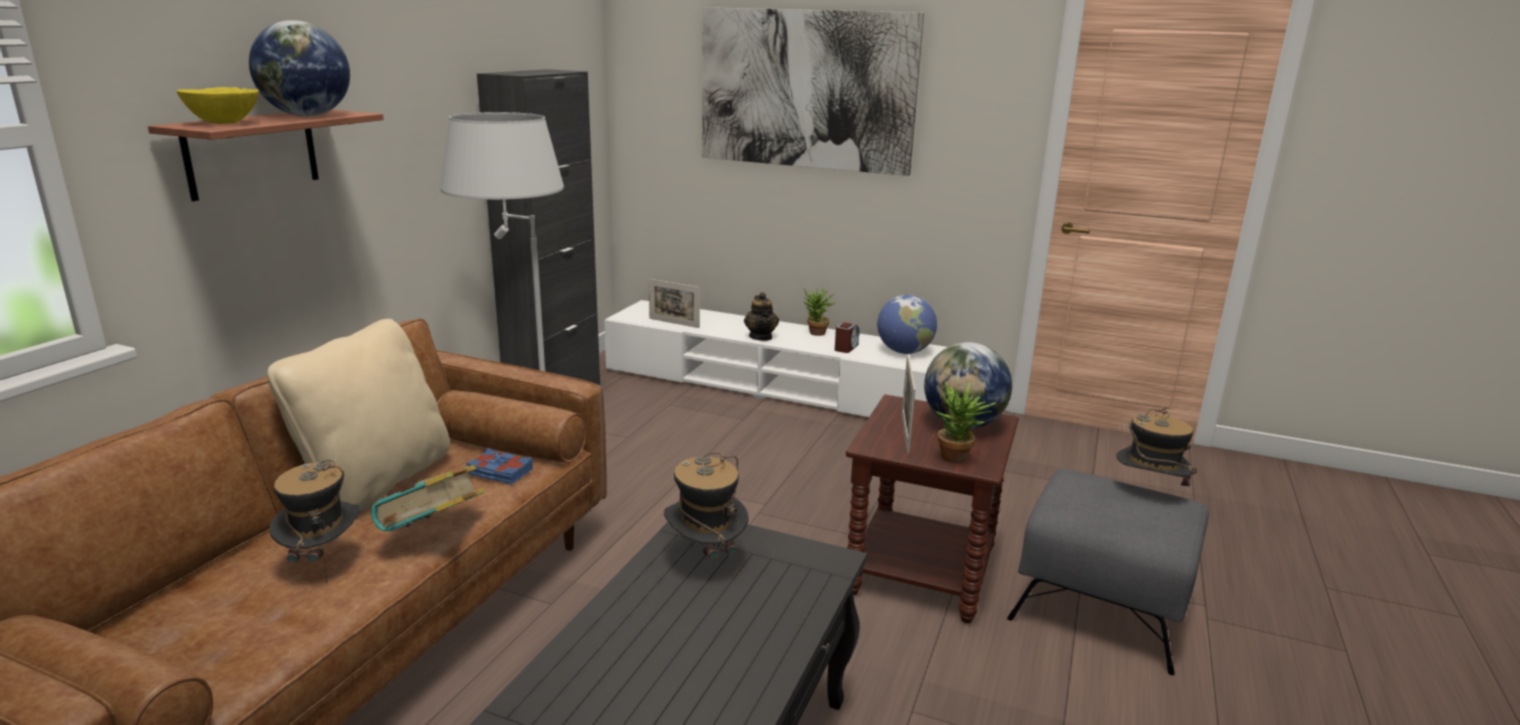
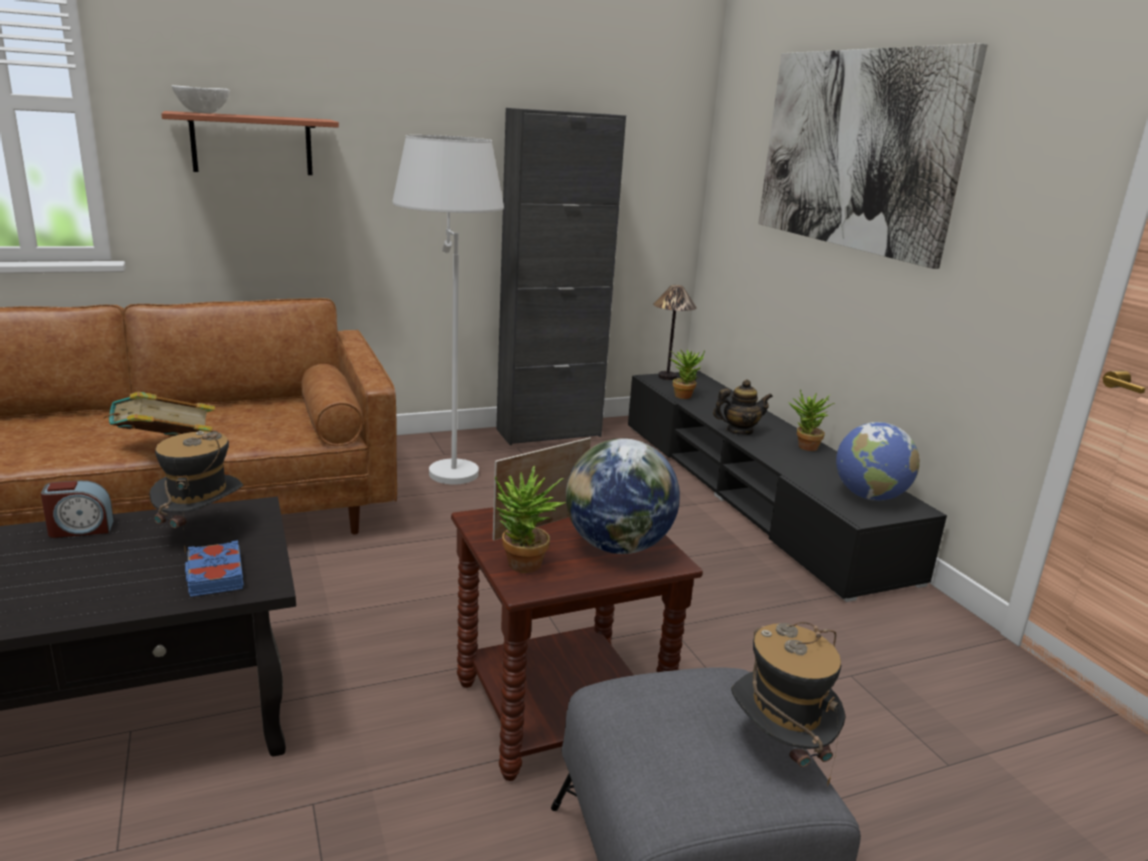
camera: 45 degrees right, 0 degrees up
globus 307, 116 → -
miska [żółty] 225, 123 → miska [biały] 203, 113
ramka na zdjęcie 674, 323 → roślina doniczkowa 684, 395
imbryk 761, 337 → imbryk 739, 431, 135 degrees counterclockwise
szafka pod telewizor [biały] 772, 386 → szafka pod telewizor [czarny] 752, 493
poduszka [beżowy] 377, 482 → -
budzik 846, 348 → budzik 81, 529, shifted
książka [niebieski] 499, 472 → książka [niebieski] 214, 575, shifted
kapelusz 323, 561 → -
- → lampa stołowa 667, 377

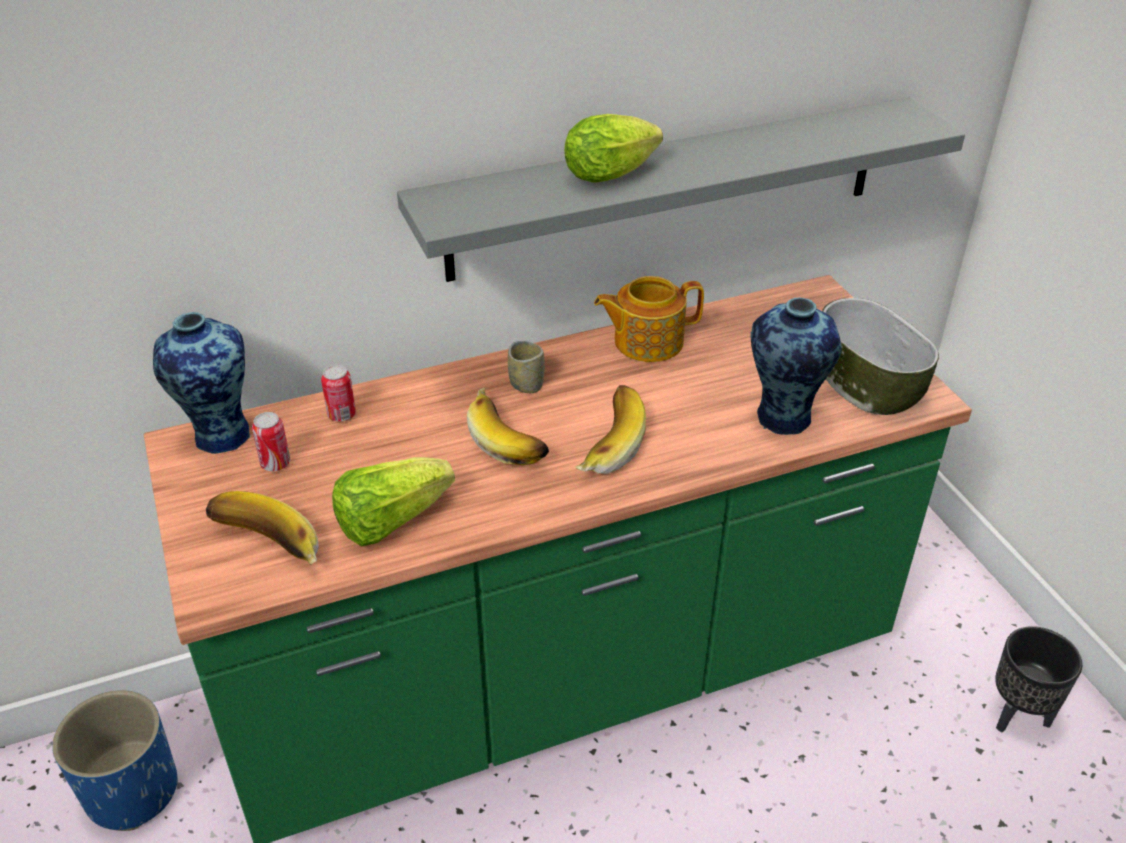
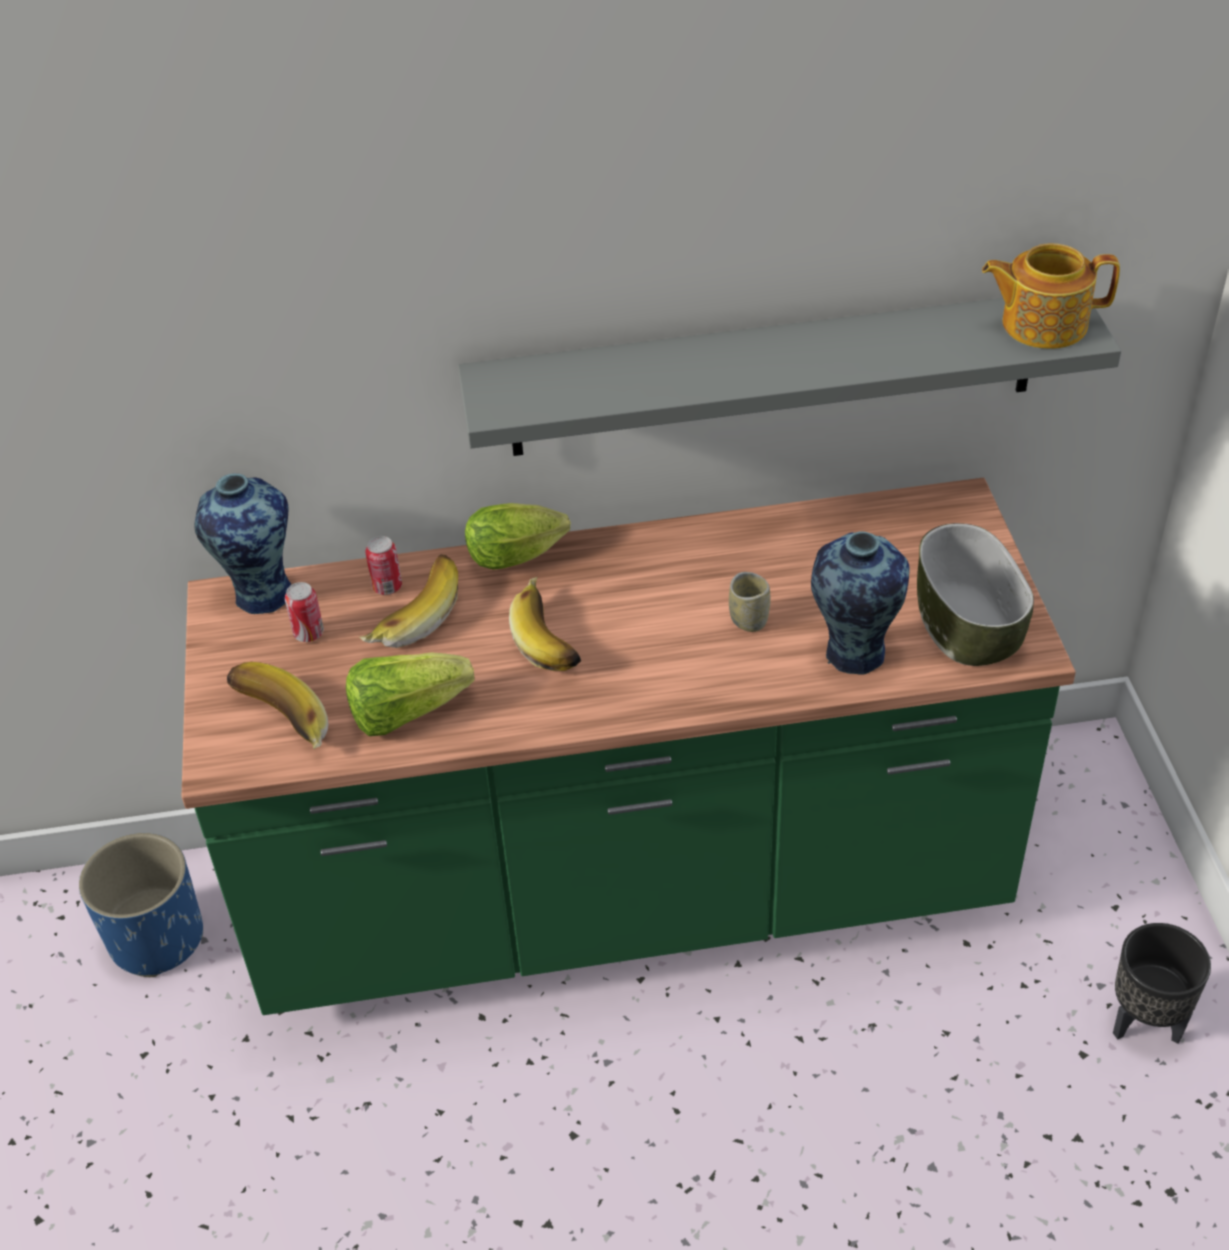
camera: 15 degrees right, 5 degrees up
sałata 614, 174 → sałata 520, 555, shifted
imbryk 646, 341 → imbryk 1042, 323, shifted
filiżanka 526, 385 → filiżanka 749, 620, shifted
banan 605, 444 → banan 412, 615, shifted

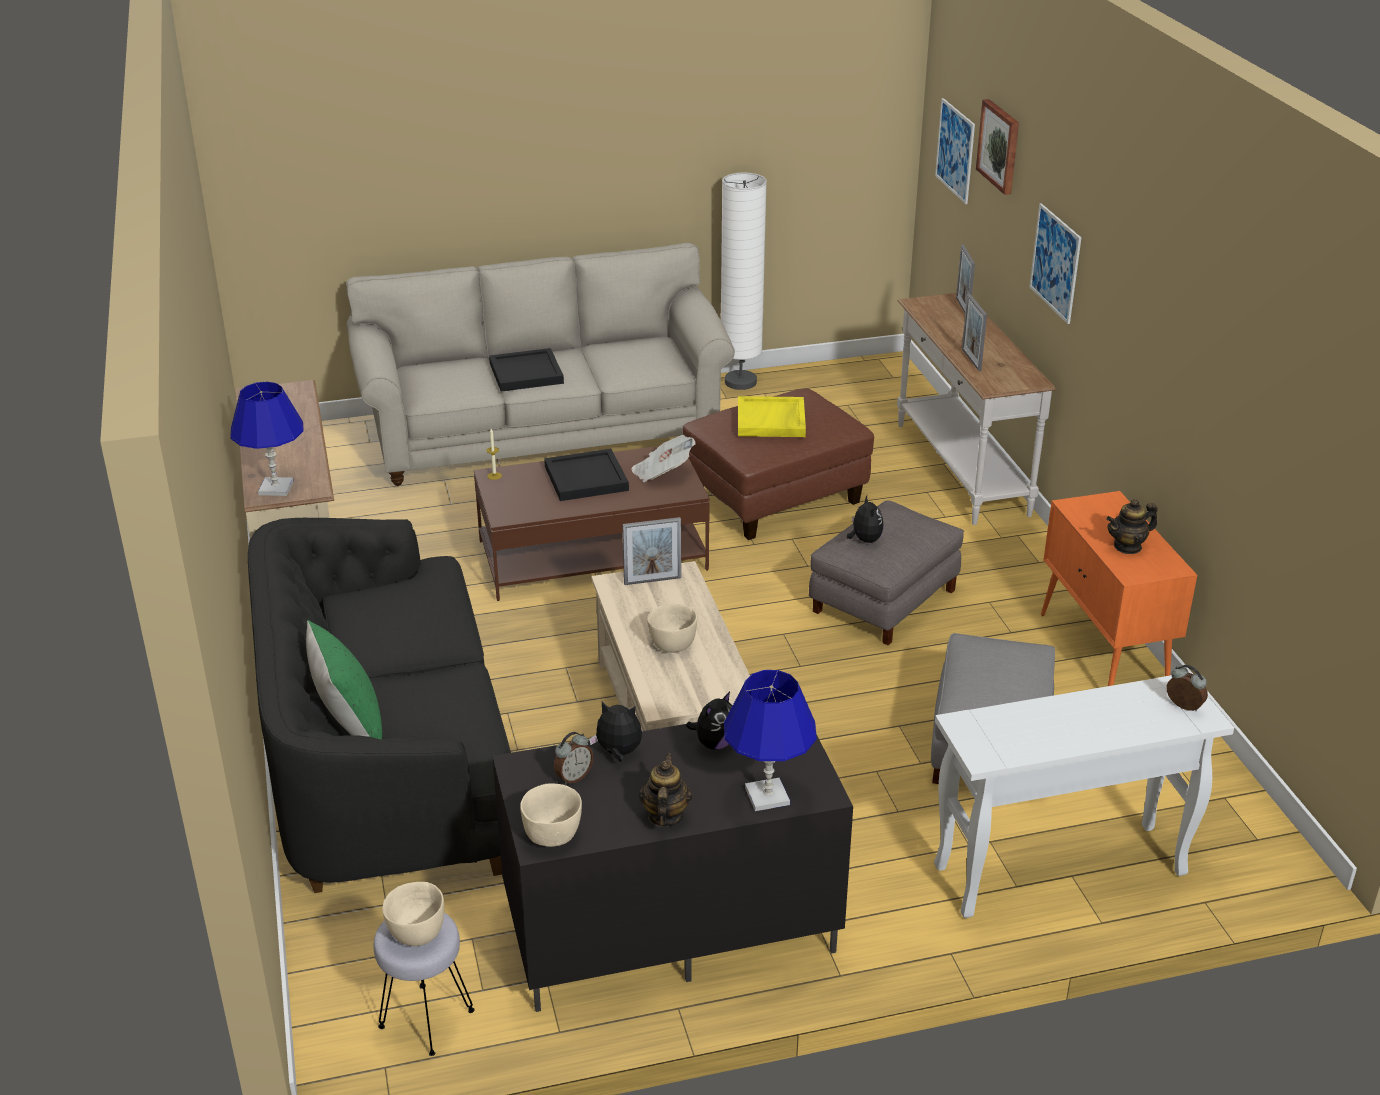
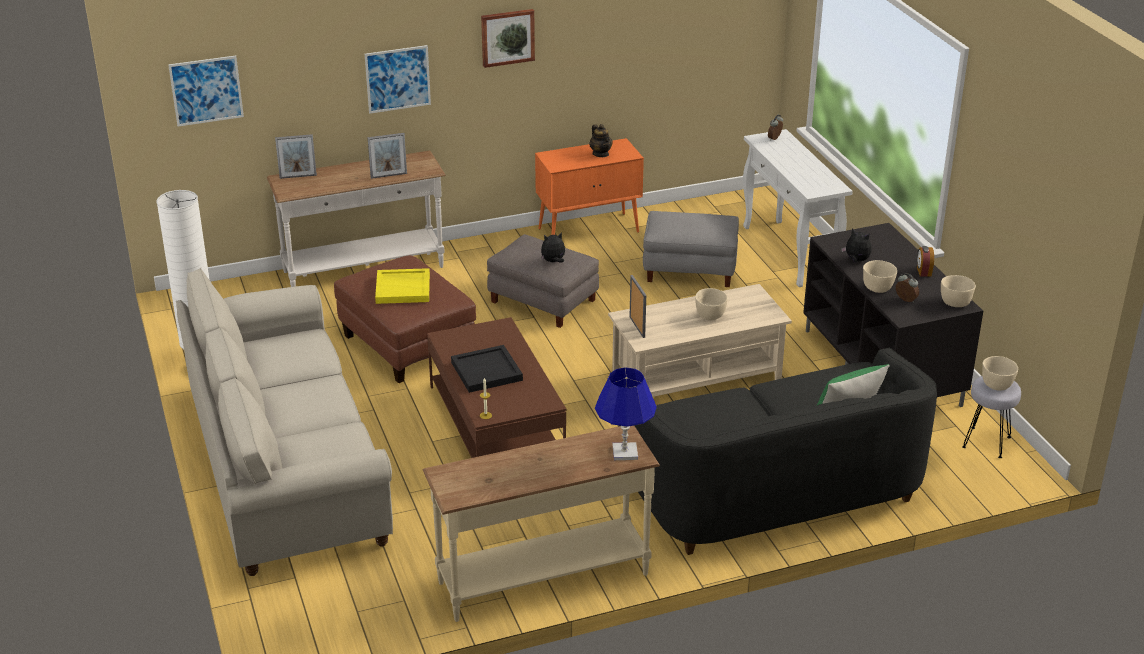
camera: 95 degrees left, 0 degrees up
obraz 1000, 146 → obraz 507, 37, shifted
taca [czarny] 526, 373 → -
gazeta 662, 473 → -
lampa stołowa [niebieski] 767, 796 → -
pluszak 618, 753 → miska [beżowy] 878, 288
imbryk 665, 816 → budzik 923, 272

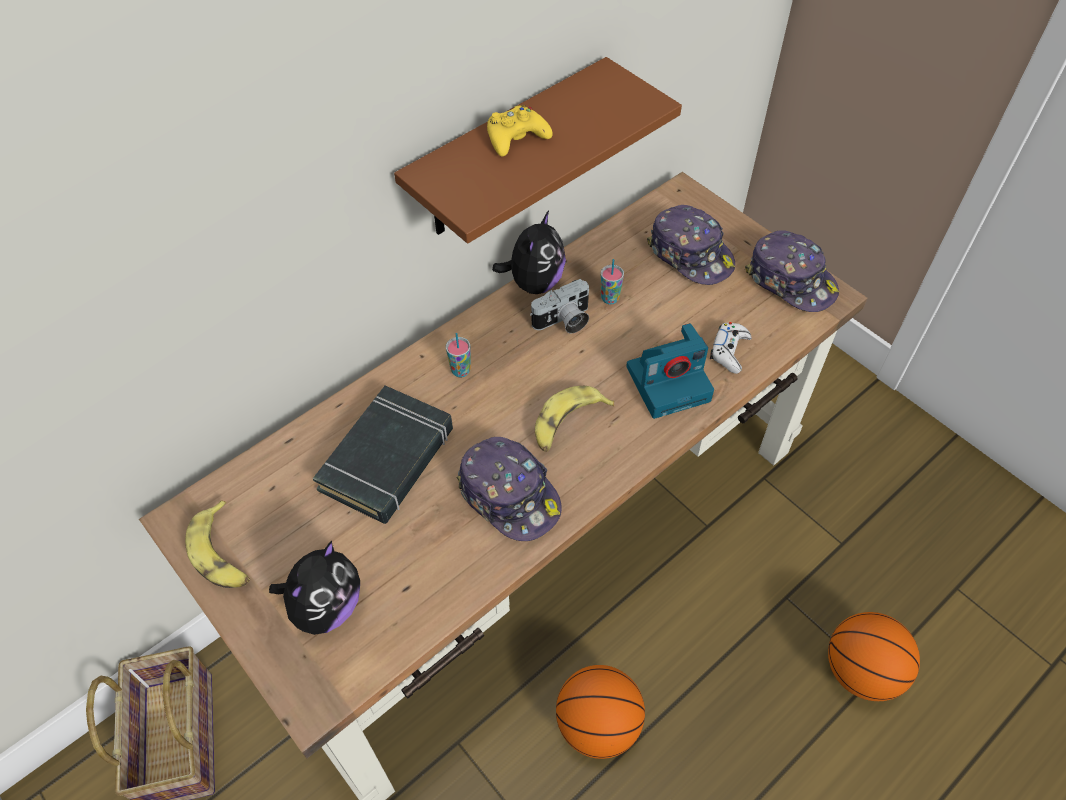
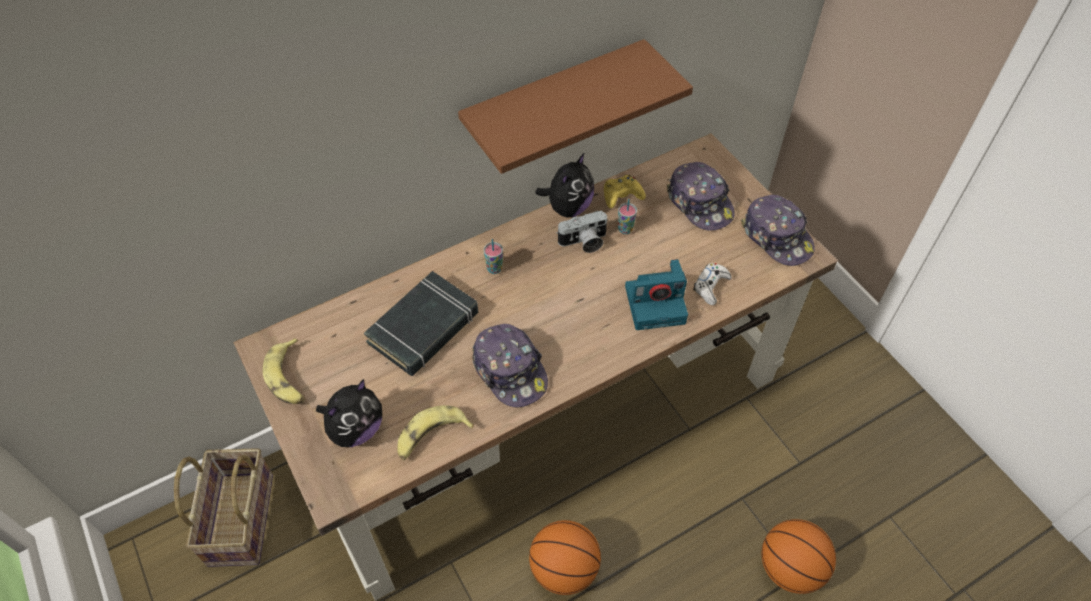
camera: 10 degrees right, 0 degrees up
pad do gier [żółty] 516, 138 → pad do gier [żółty] 621, 195, shifted
banan 567, 424 → banan 431, 437, shifted

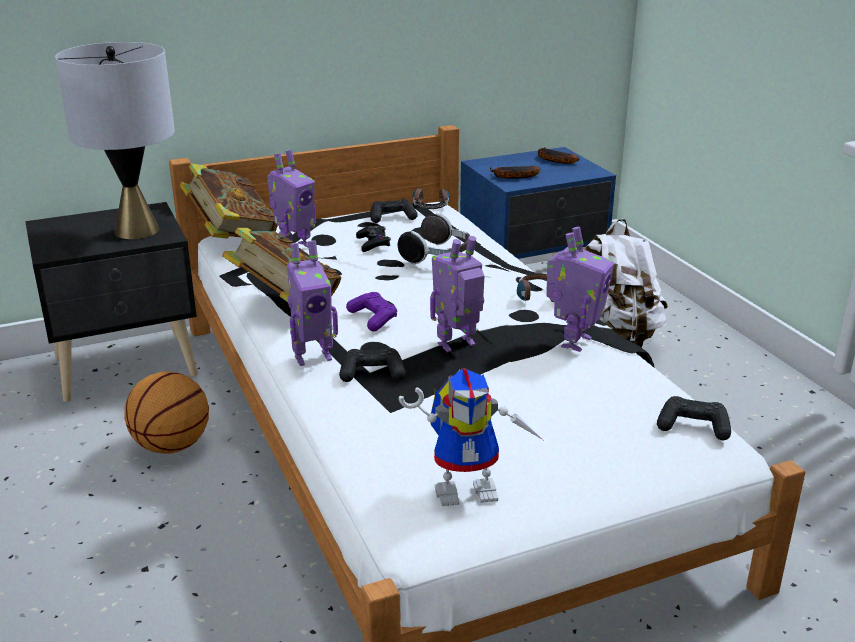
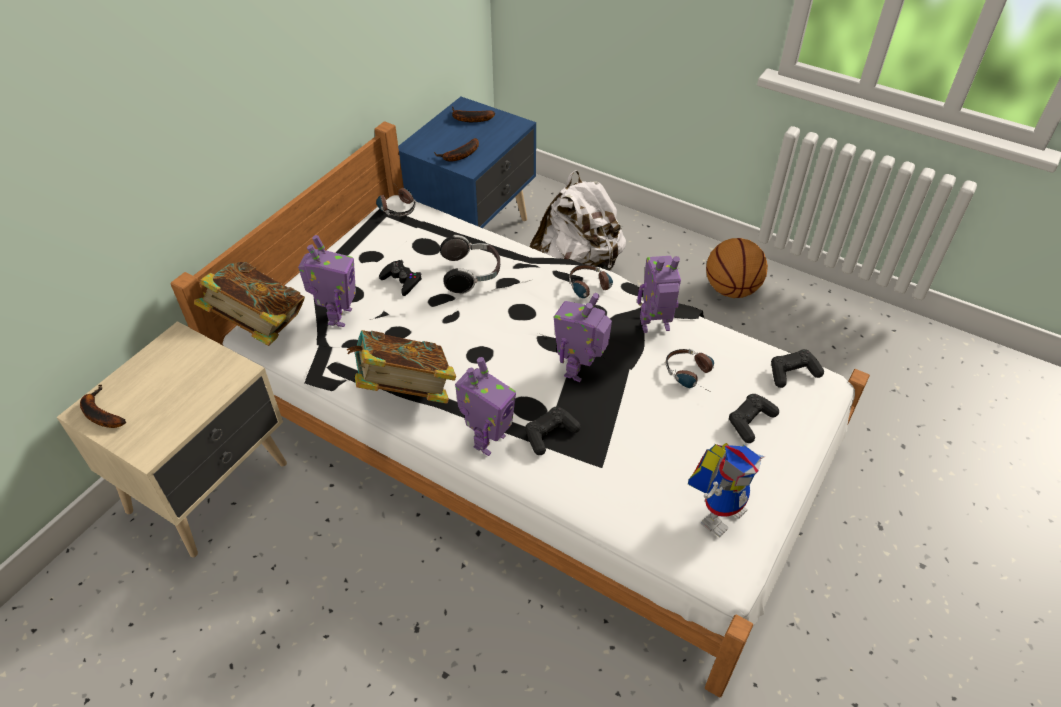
camera: 35 degrees left, 20 degrees up
lampa stołowa [szary] 136, 231 → -
pad do gier [czarny] 392, 217 → pad do gier [czarny] 750, 422, shifted
szafka nocna [czarny] 128, 368 → szafka nocna [beżowy] 212, 487
robot zabawkowy 574, 342 → robot zabawkowy 655, 327, 90 degrees counterclockwise
pad do gier [fioletowy] 373, 318 → -
piłka do koszykówki 172, 446 → piłka do koszykówki 732, 290, shifted
- → słuchawki 694, 376
- → banan 100, 413

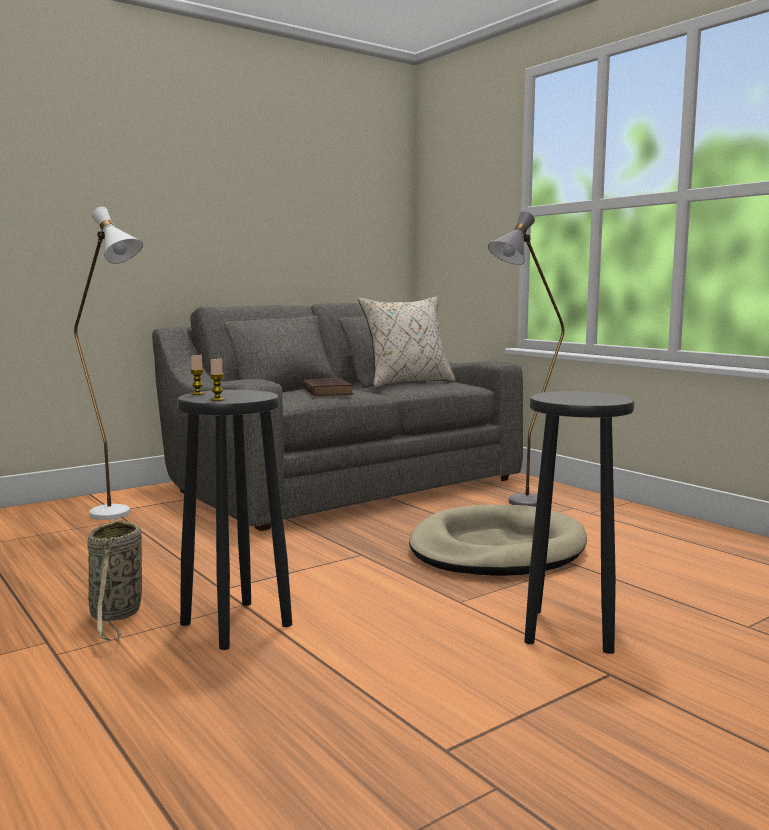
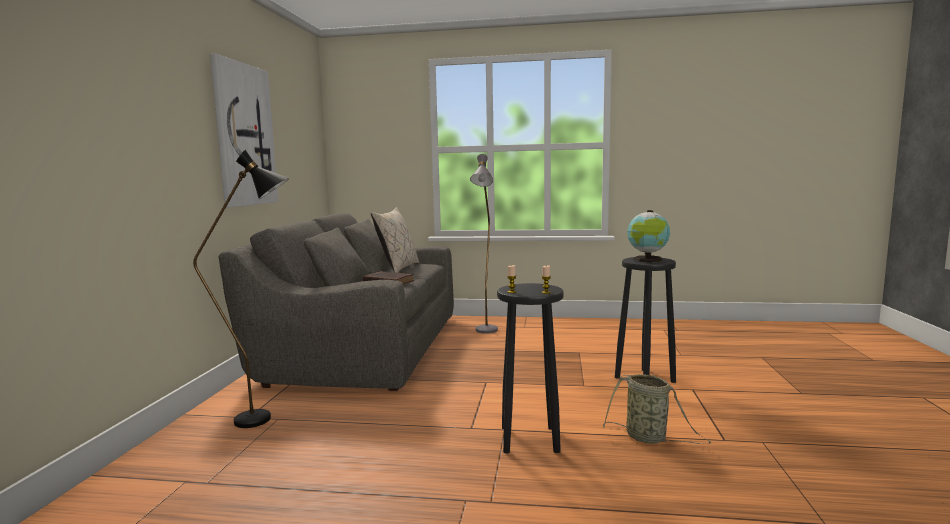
camera: 45 degrees left, 0 degrees up
lampa stojąca [biały] 119, 516 → lampa stojąca [czarny] 266, 418
legowisko [beżowy] 496, 549 → -
koszyk 116, 616 → koszyk 649, 438, shifted
- → obraz 244, 135
- → globus 648, 260

